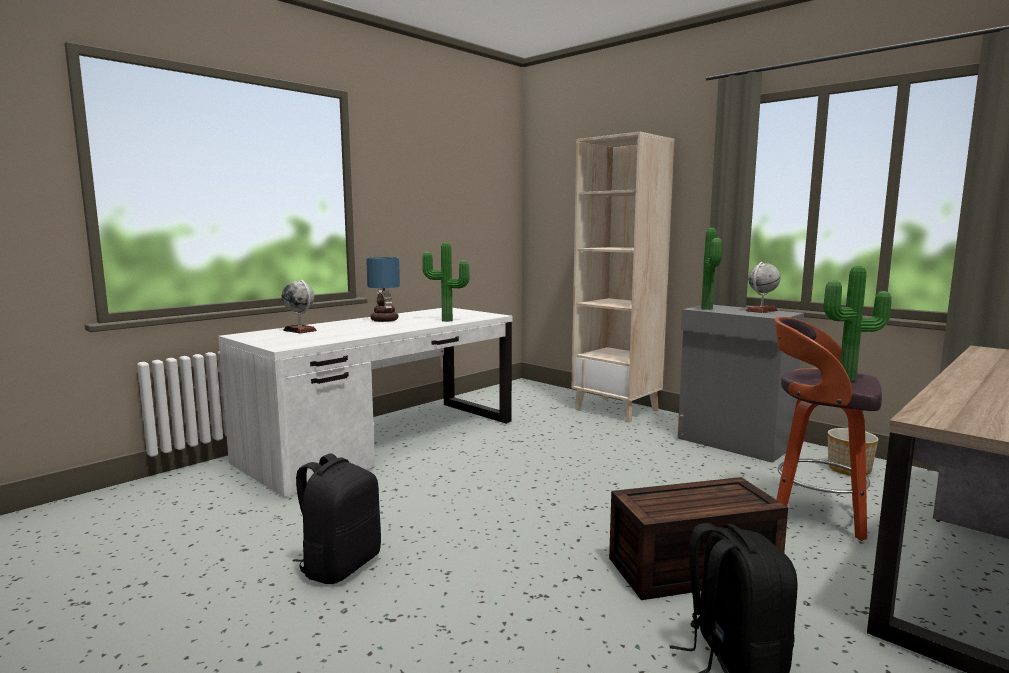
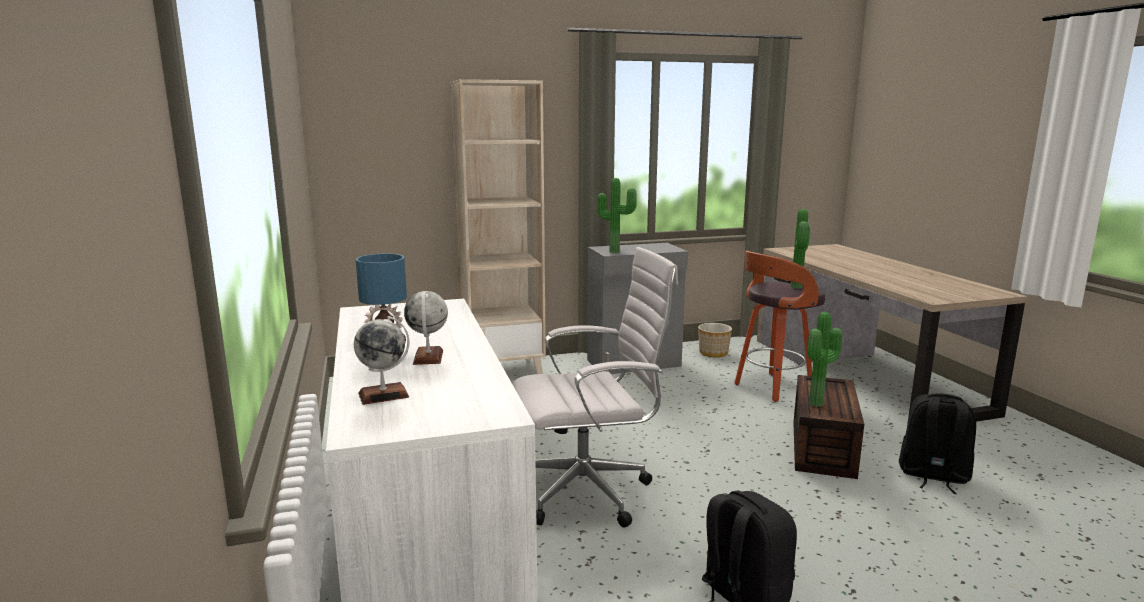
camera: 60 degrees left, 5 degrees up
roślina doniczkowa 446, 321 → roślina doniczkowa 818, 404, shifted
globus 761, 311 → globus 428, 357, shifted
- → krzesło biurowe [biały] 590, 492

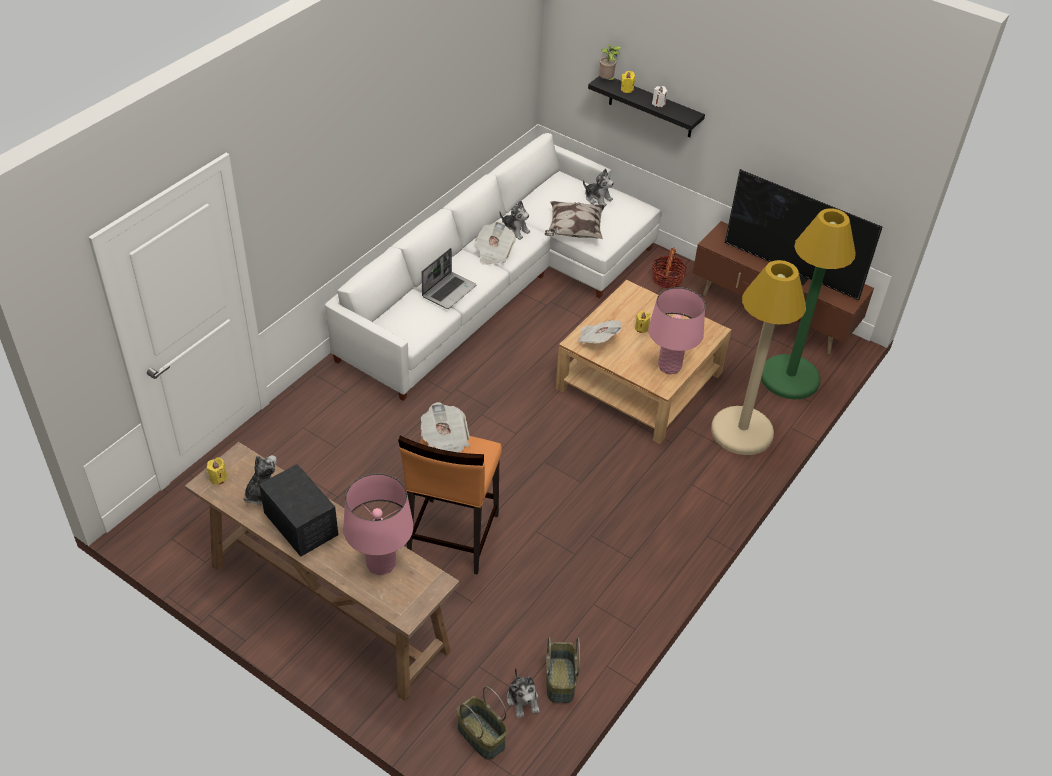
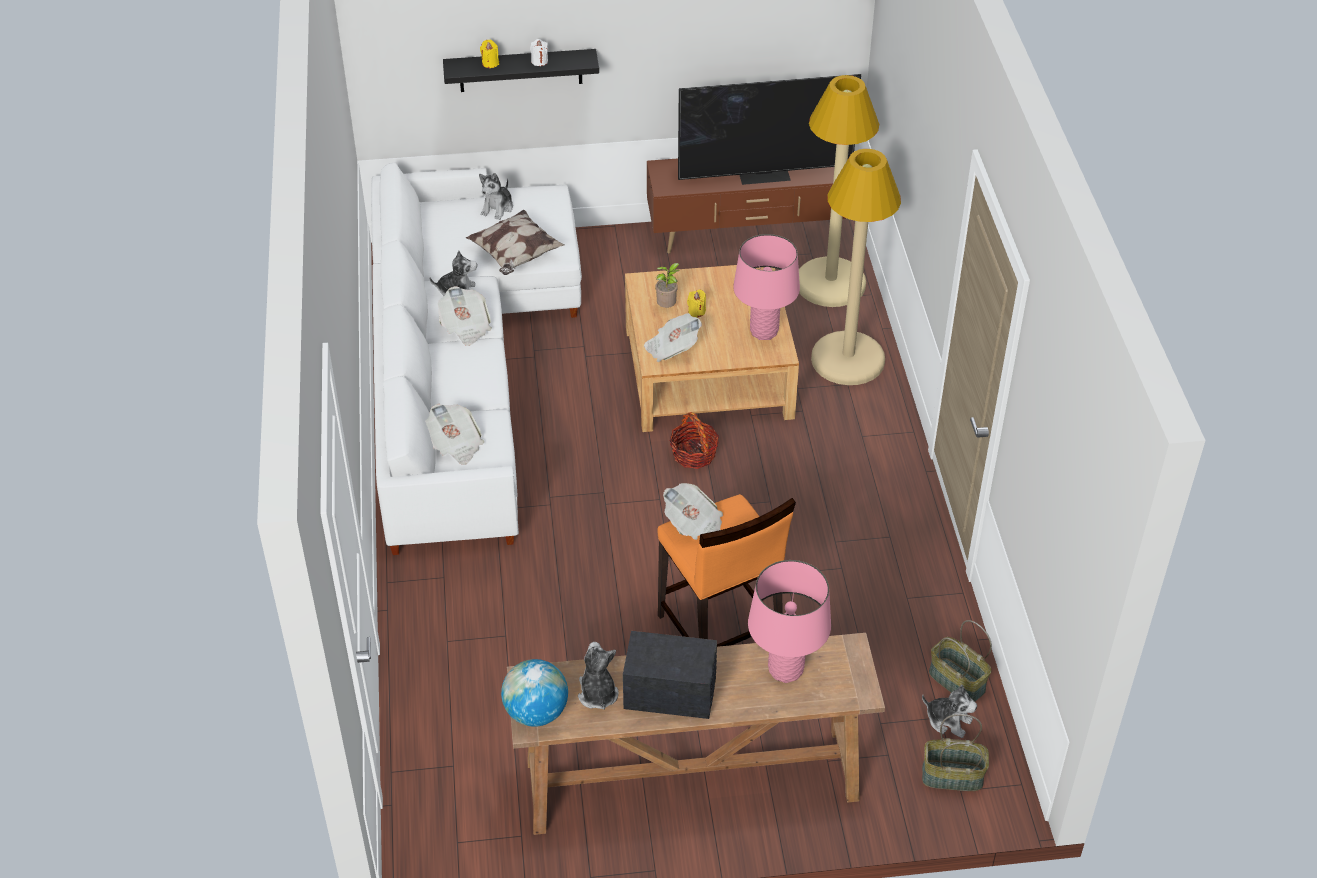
camera: 40 degrees left, 0 degrees up
roślina doniczkowa 607, 81 → roślina doniczkowa 667, 307, shifted
pluszak 597, 198 → pluszak 498, 208, 120 degrees clockwise
lampa stojąca [zielony] 789, 378 → lampa stojąca [beżowy] 830, 283
koszyk 667, 279 → koszyk 694, 454, shifted
laptop 449, 291 → -
świeca [żółty] 218, 478 → globus 536, 712
- → gazeta 455, 445

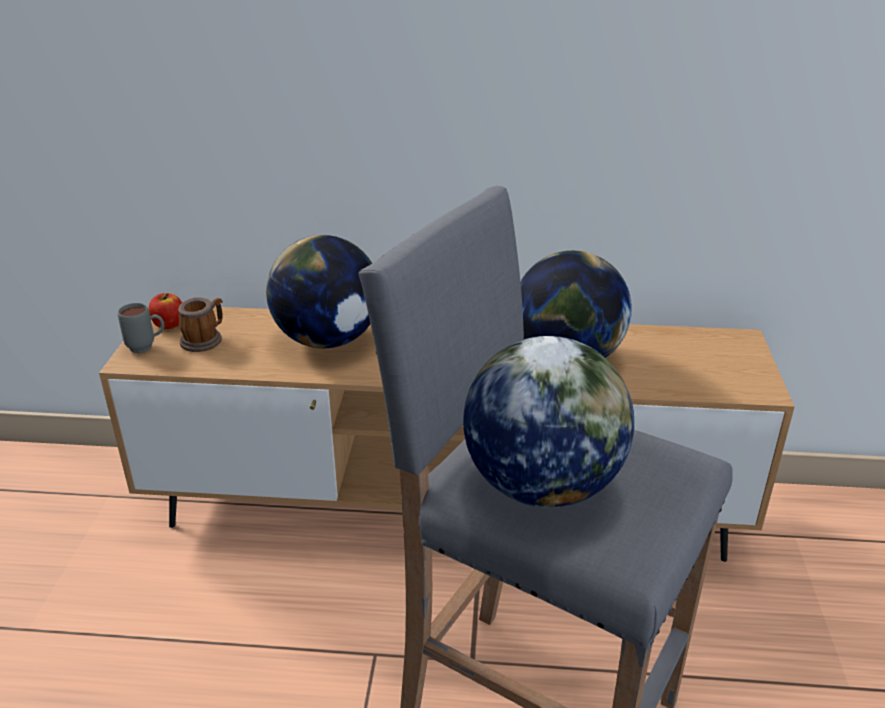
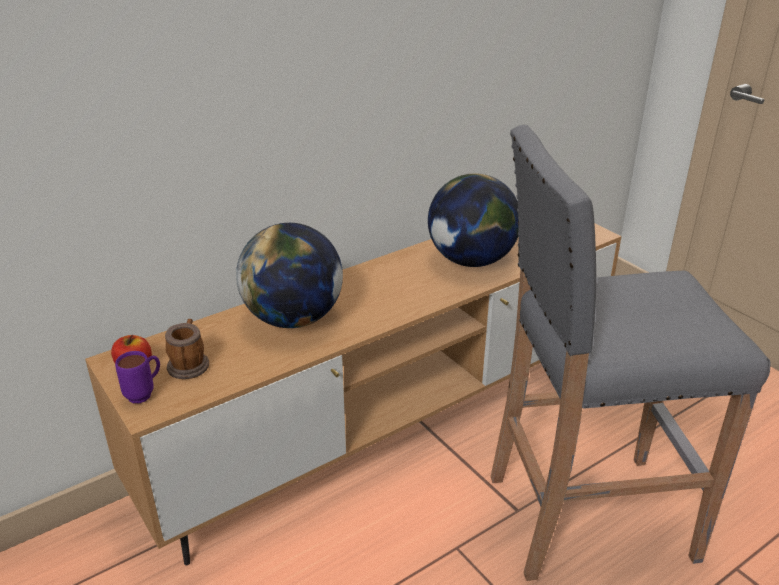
camera: 40 degrees left, 0 degrees up
kubek [szary] 147, 347 → kubek [fioletowy] 145, 393
globus 542, 486 → -

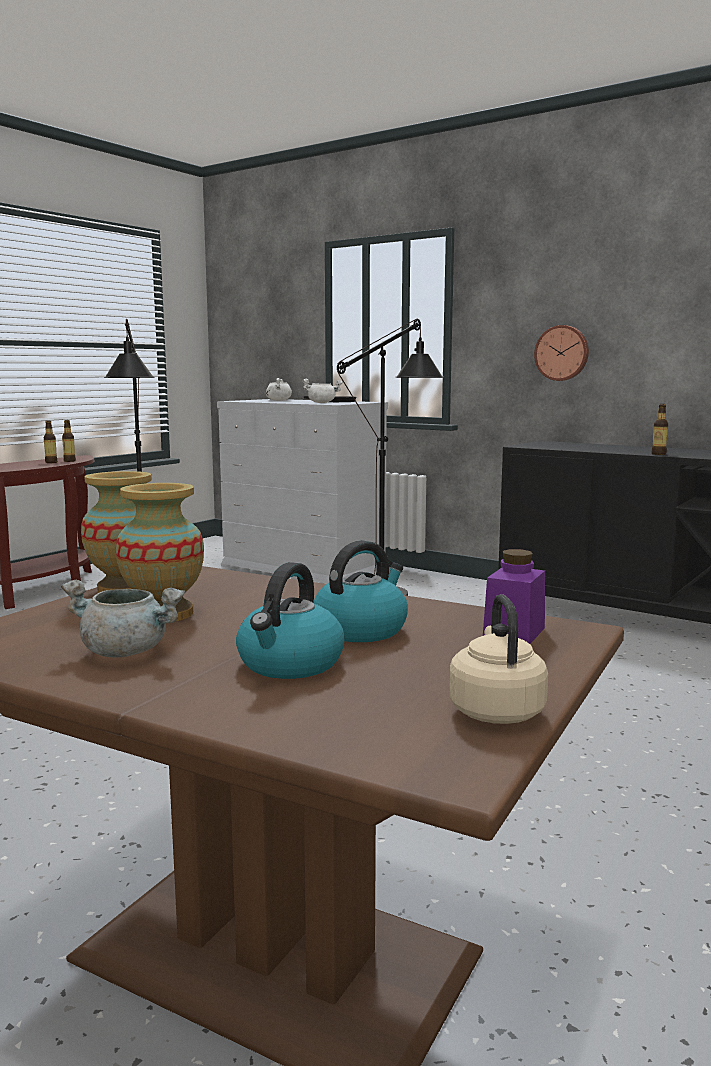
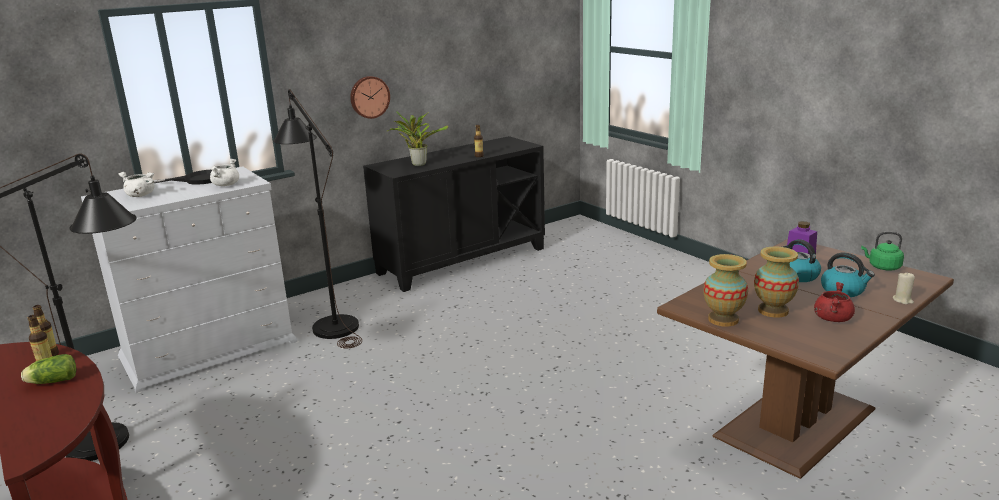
camera: 70 degrees left, 10 degrees up
garnek [szary] 127, 652 → garnek [czerwony] 832, 318
czajnik [beżowy] 495, 710 → czajnik [zielony] 882, 267
- → roślina doniczkowa 417, 164
- → świeca [beżowy] 902, 300
- → sałata 52, 382

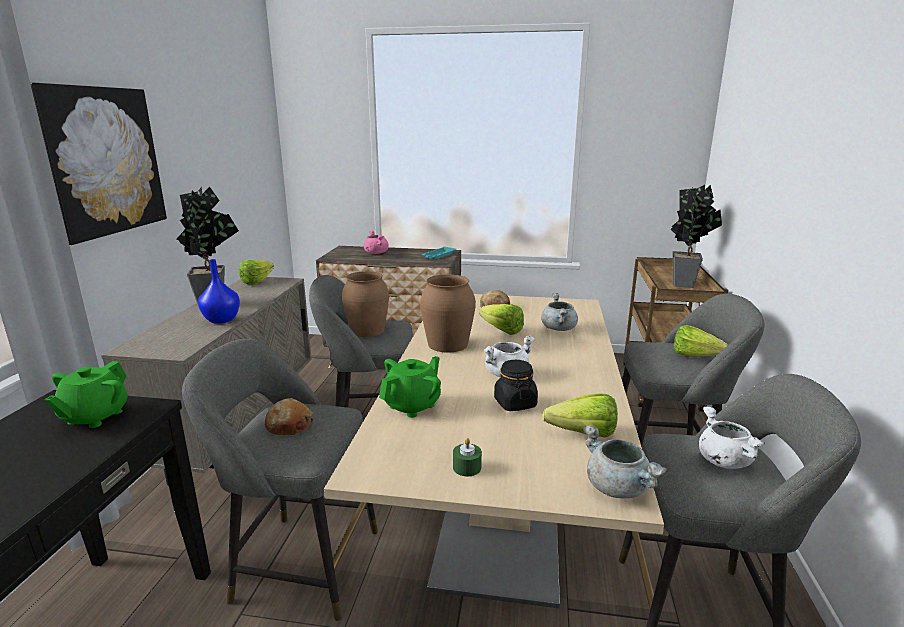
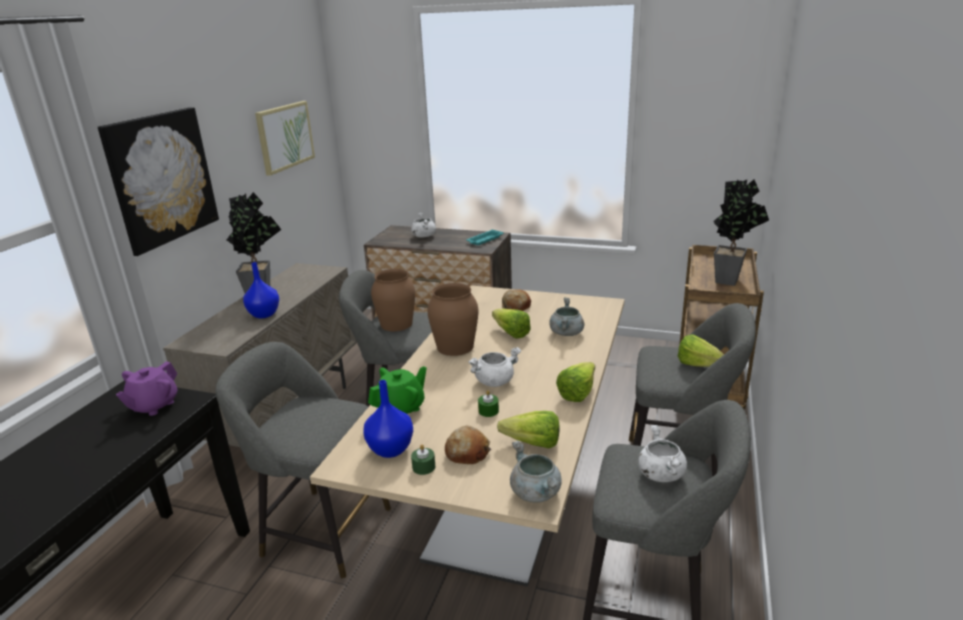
camera: 10 degrees right, 5 degrees up
garnek [różowy] 375, 253 → garnek [biały] 423, 236
sałata 260, 281 → sałata 580, 392, shifted
słoik [czarny] 515, 403 → świeca [zielony] 488, 411
imbryk [zielony] 94, 417 → imbryk [fioletowy] 153, 406
chleb 289, 425 → chleb 467, 452, shifted
- → obraz 285, 136
- → wazon [niebieski] 389, 449

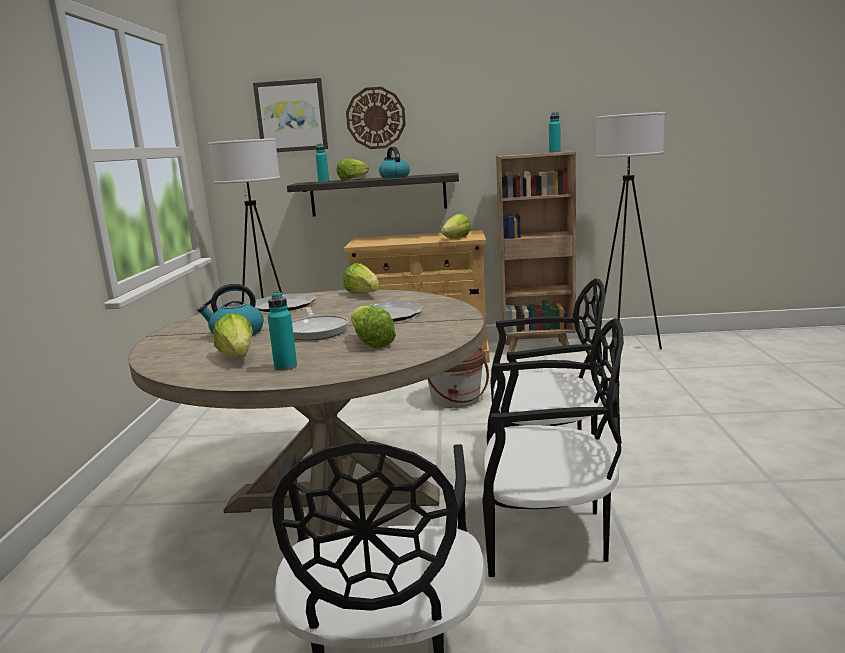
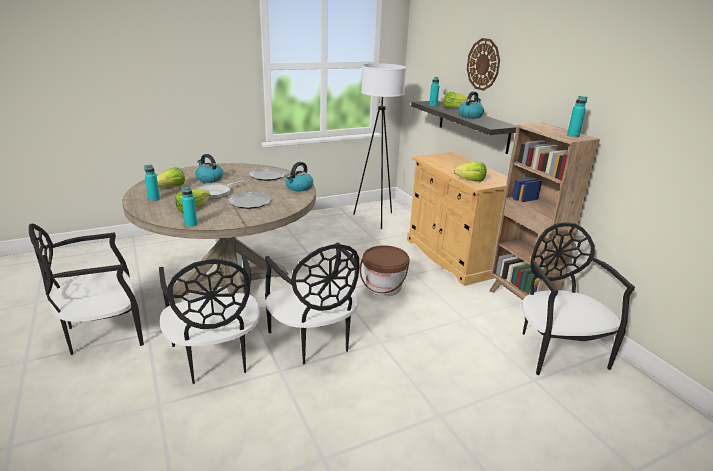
camera: 60 degrees right, 10 degrees up
obraz 291, 116 → -
lampa stojąca [biały] 625, 352 → krzesło [czarny] 557, 350
sałata 363, 294 → czajnik 299, 188
- → butelka [turkusowy] 191, 224

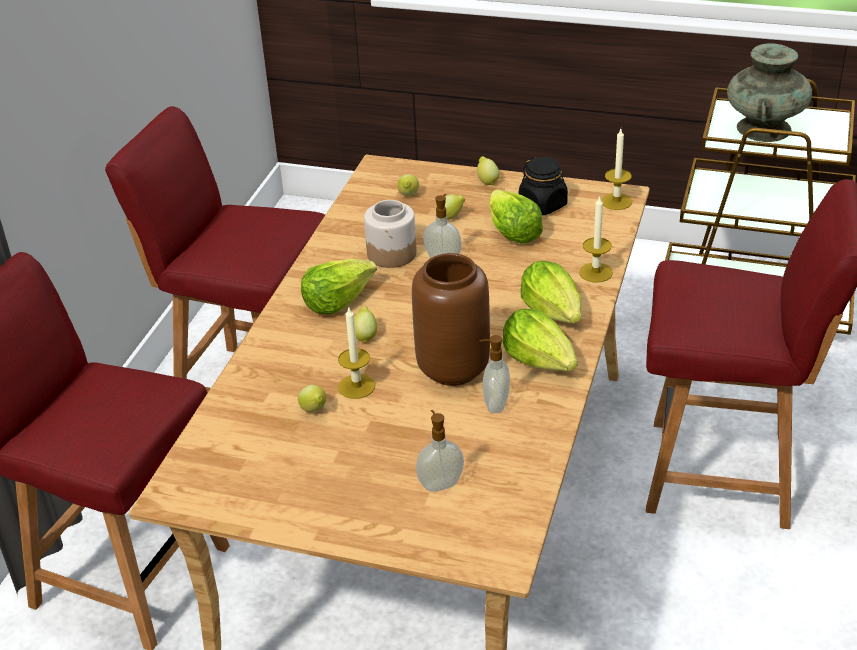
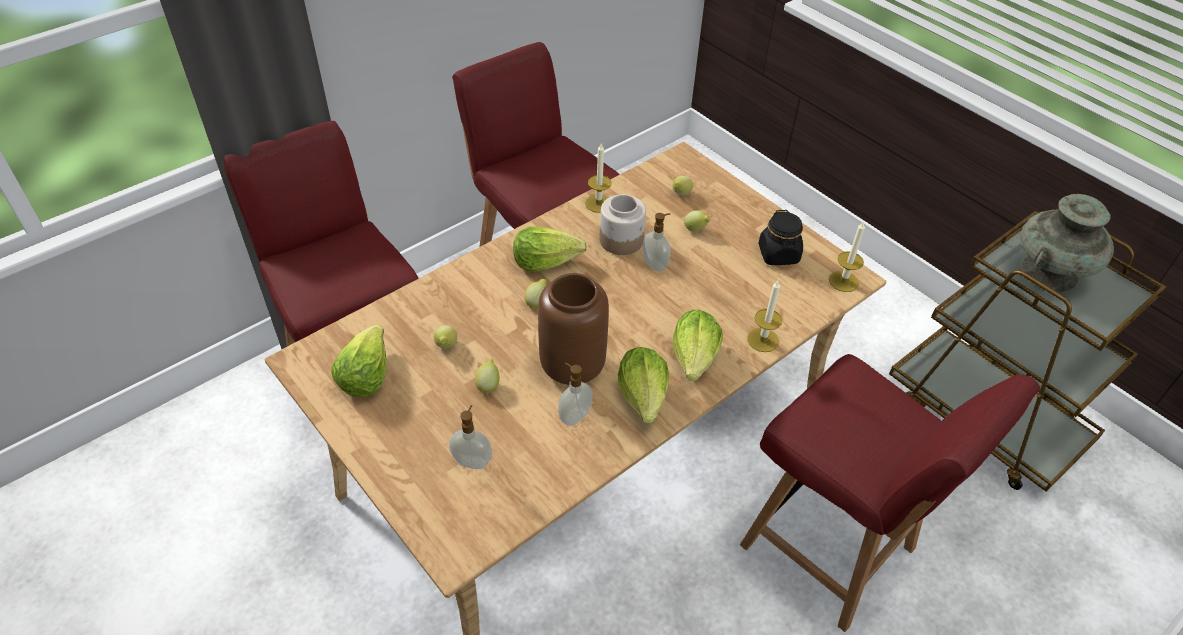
camera: 30 degrees right, 10 degrees up
cytryna 487, 181 → cytryna 488, 385, shifted
sałata 512, 232 → sałata 365, 375, shifted
świeca 356, 386 → świeca 598, 203, shifted

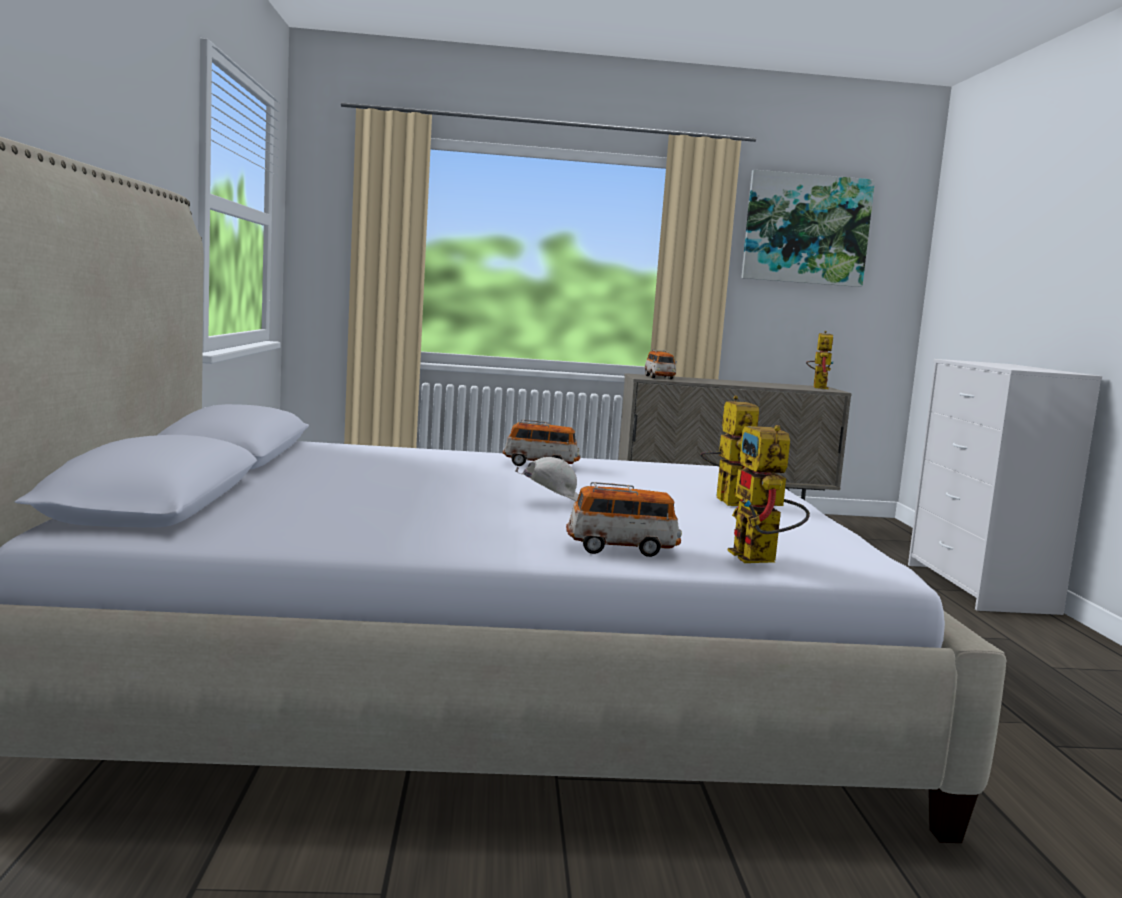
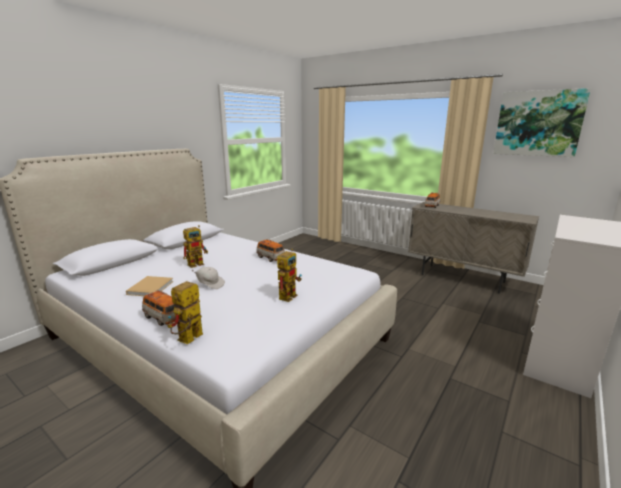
camera: 40 degrees right, 10 degrees up
robot zabawkowy 817, 387 → robot zabawkowy 198, 263, shifted
- → książka [beżowy] 151, 287

